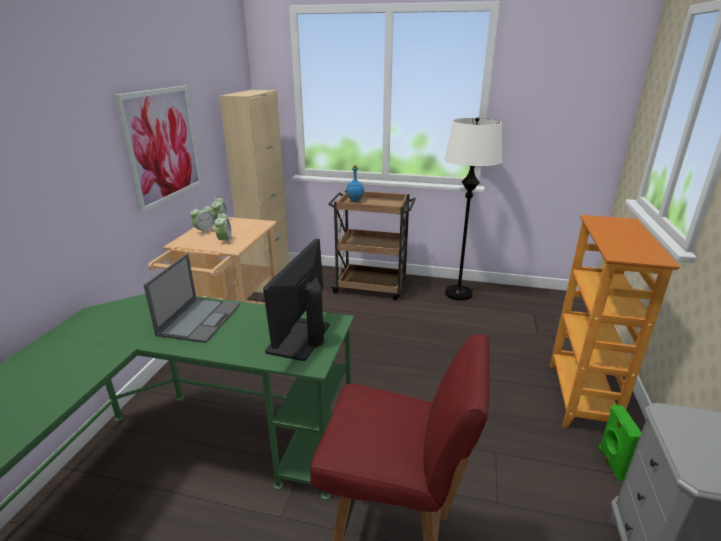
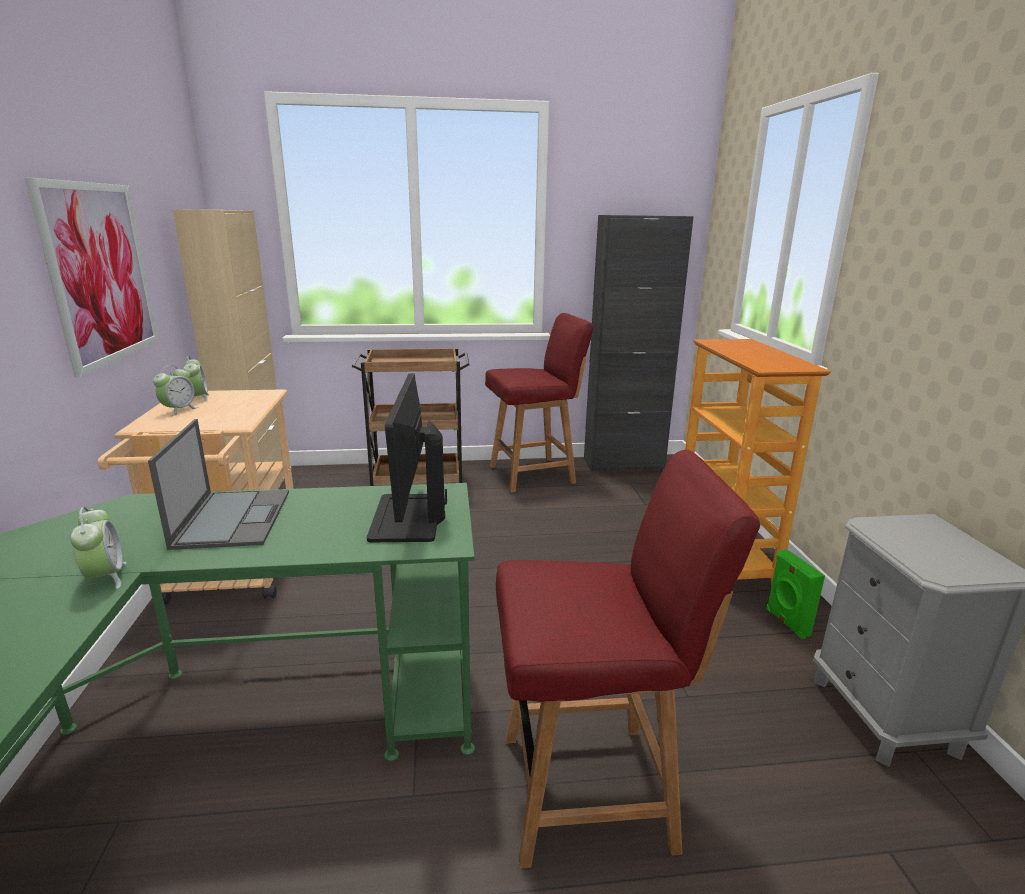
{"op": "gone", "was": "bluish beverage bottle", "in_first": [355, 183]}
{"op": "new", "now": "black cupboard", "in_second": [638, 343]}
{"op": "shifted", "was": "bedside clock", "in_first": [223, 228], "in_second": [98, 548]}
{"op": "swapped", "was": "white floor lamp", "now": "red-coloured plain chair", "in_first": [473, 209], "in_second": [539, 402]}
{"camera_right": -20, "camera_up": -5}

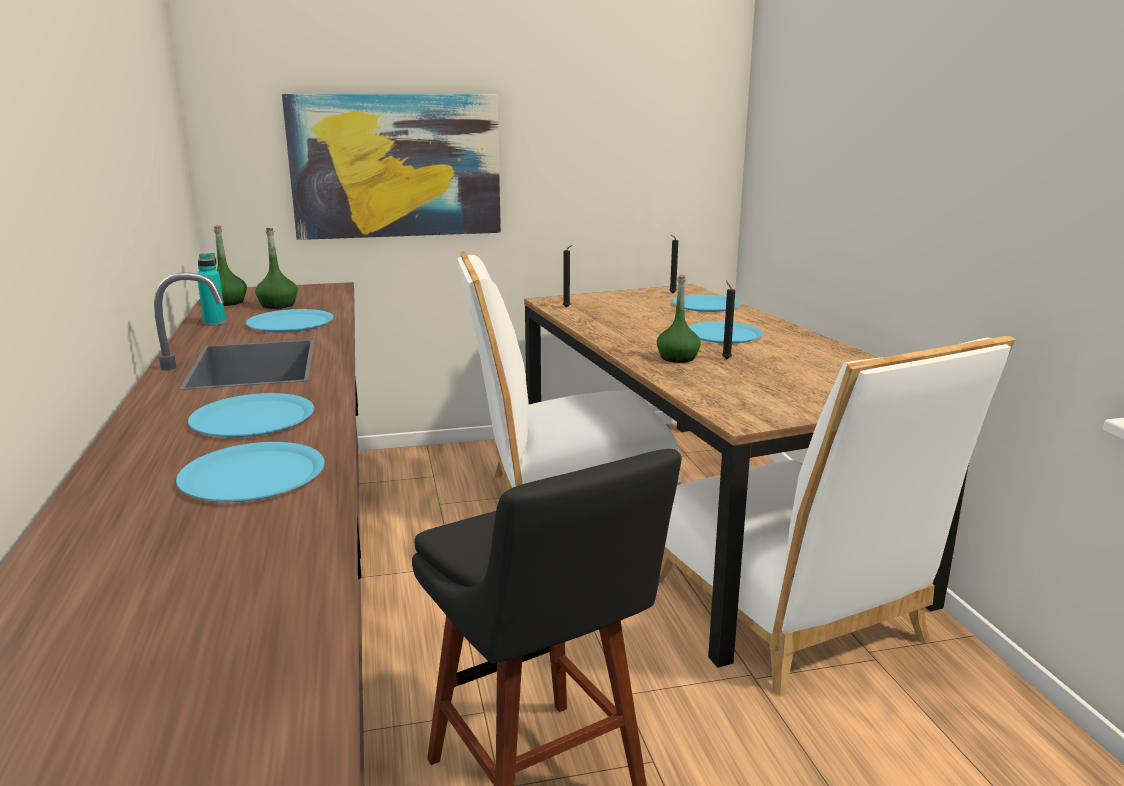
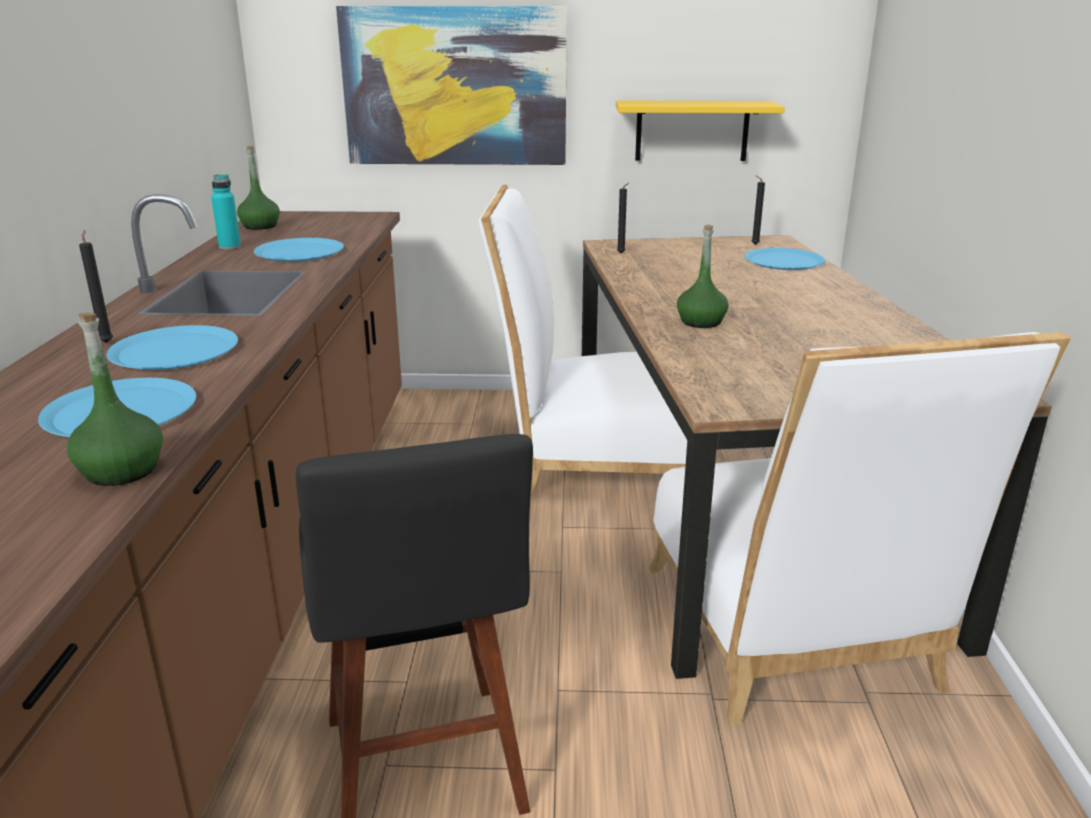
{"op": "gone", "was": "bluish plate", "in_first": [725, 332]}
{"op": "new", "now": "yellow-coloured wall shelf", "in_second": [700, 131]}
{"op": "shifted", "was": "greenish beverage bottle", "in_first": [276, 268], "in_second": [115, 399]}
{"op": "shifted", "was": "black wax candle", "in_first": [728, 320], "in_second": [96, 286]}
{"camera_right": 15, "camera_up": 5}

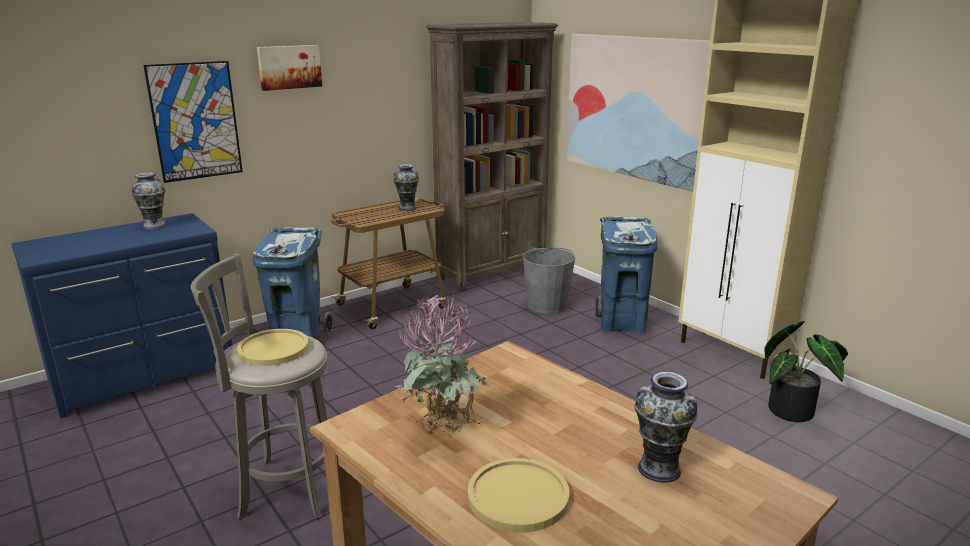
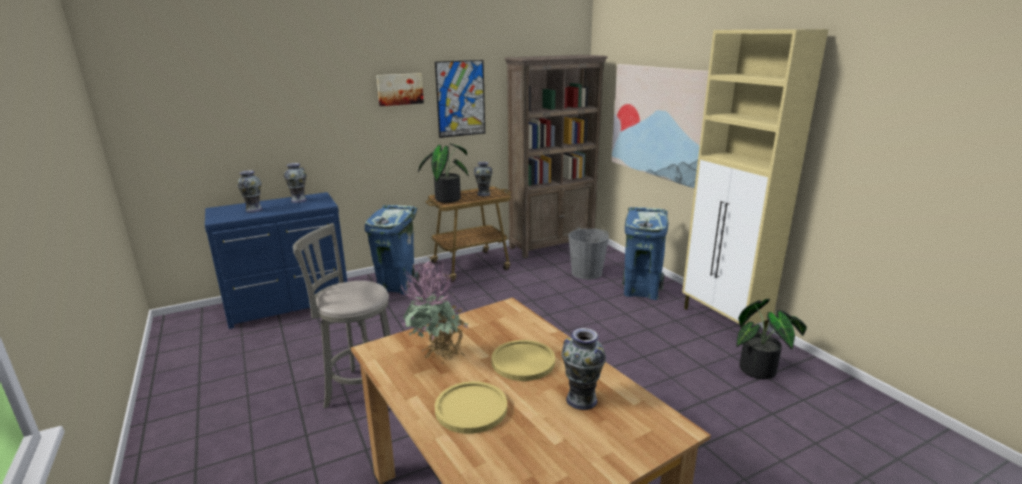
{"op": "new", "now": "vase", "in_second": [249, 191]}
{"op": "new", "now": "plant in a pot", "in_second": [443, 173]}
{"op": "shifted", "was": "wall art", "in_first": [193, 122], "in_second": [460, 99]}
{"op": "shifted", "was": "yellow-coloured plate", "in_first": [273, 347], "in_second": [523, 360]}
{"camera_right": 10, "camera_up": 0}

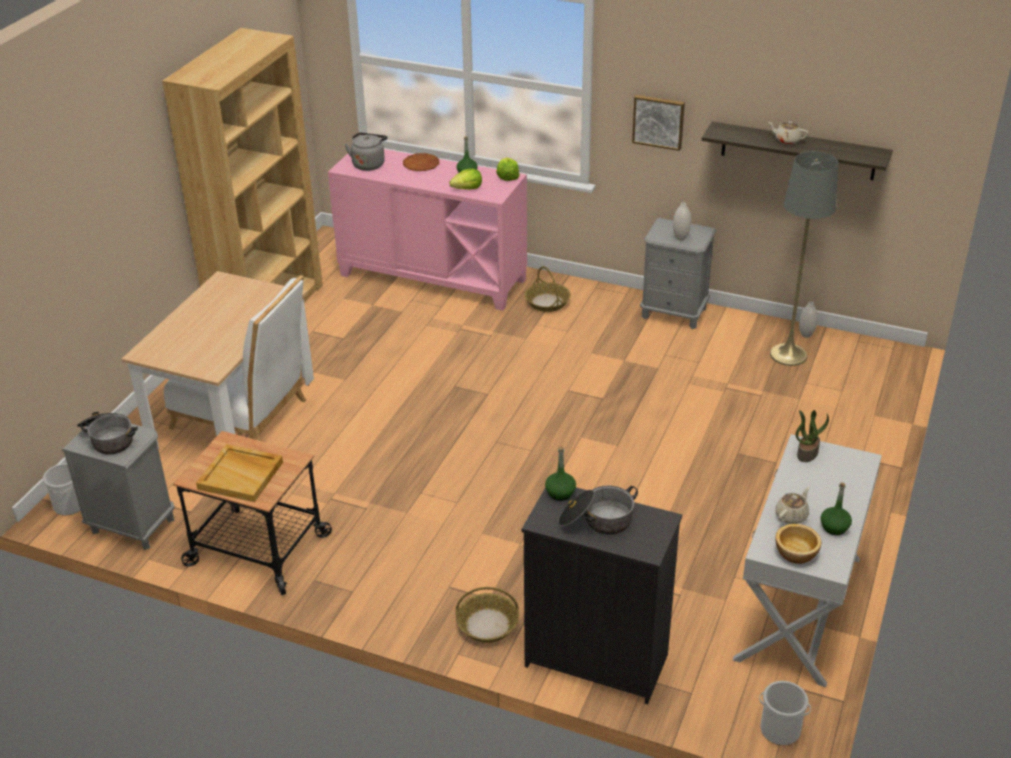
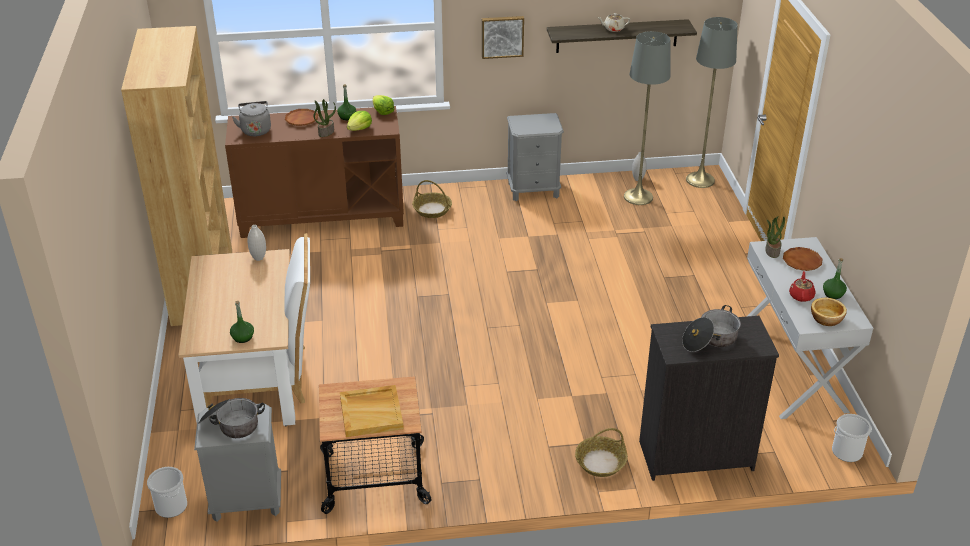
{"op": "new", "now": "plant in a pot", "in_second": [325, 118]}
{"op": "new", "now": "gray floor lamp", "in_second": [712, 102]}
{"op": "new", "now": "brownish plate", "in_second": [803, 259]}
{"op": "shifted", "was": "greenish beverage bottle", "in_first": [560, 473], "in_second": [242, 322]}
{"op": "shifted", "was": "white vase", "in_first": [682, 221], "in_second": [256, 243]}
{"op": "repainted", "was": "pink-coloured cupboard", "now": "brownish cupboard", "in_first": [427, 230], "in_second": [314, 172]}
{"op": "repainted", "was": "beige-coloured pot for tea", "now": "red-coloured pot for tea", "in_first": [792, 505], "in_second": [802, 286]}
{"camera_right": -30, "camera_up": 0}

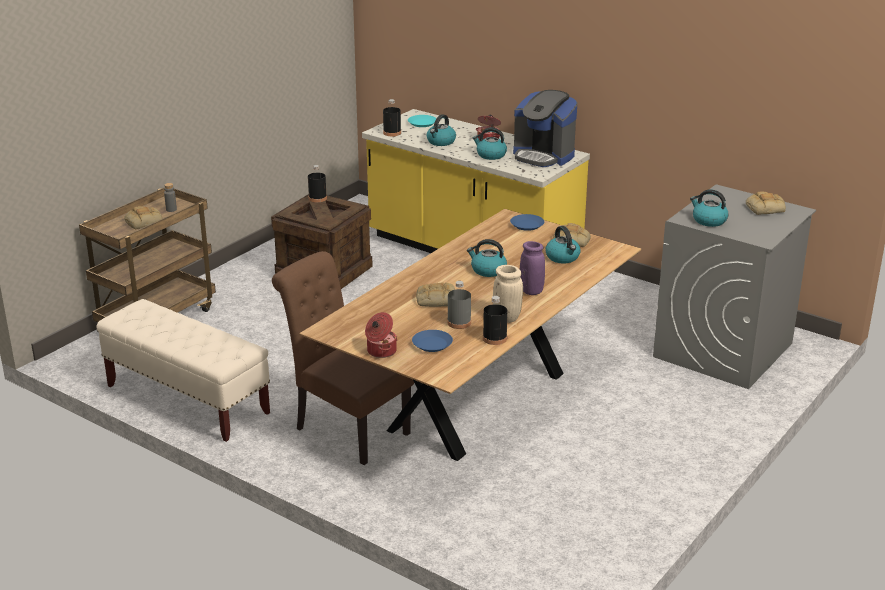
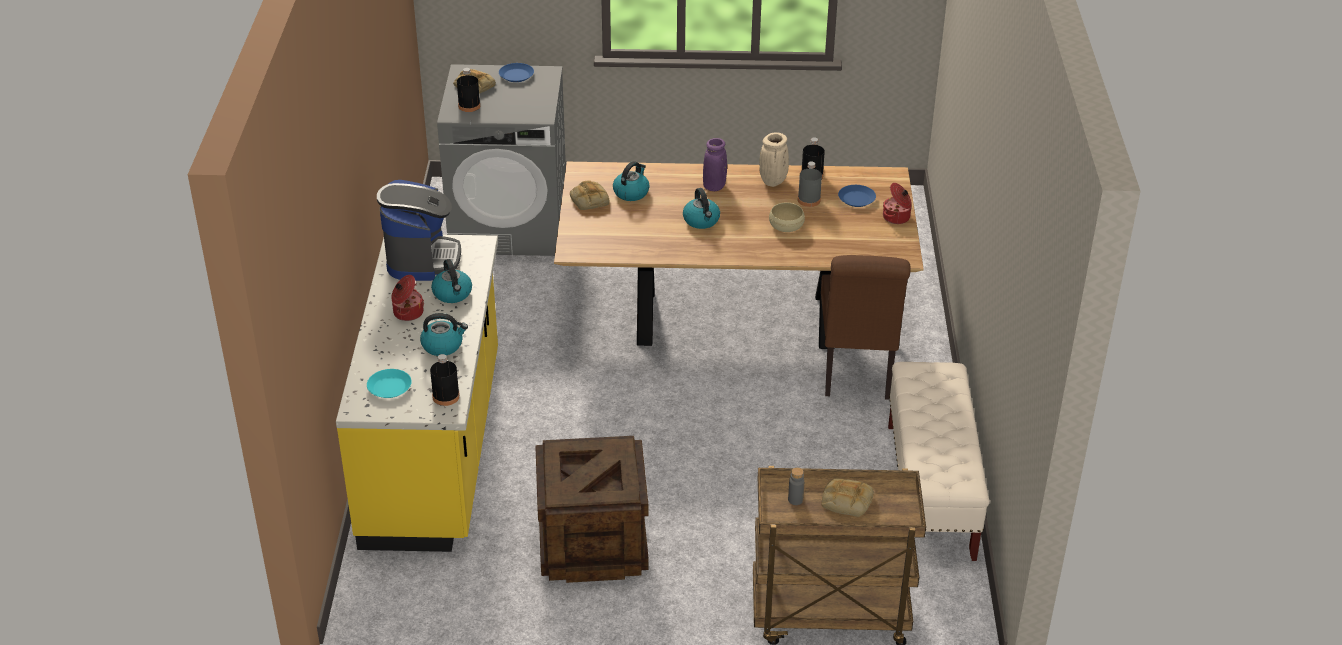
{"op": "gone", "was": "kettle", "in_first": [709, 208]}
{"op": "shifted", "was": "black beverage bottle", "in_first": [317, 183], "in_second": [468, 90]}
{"op": "shifted", "was": "bluish plate", "in_first": [527, 222], "in_second": [516, 72]}
{"op": "swapped", "was": "baked bread", "now": "beige-coloured deep dish", "in_first": [435, 294], "in_second": [787, 217]}
{"camera_right": -125, "camera_up": 10}

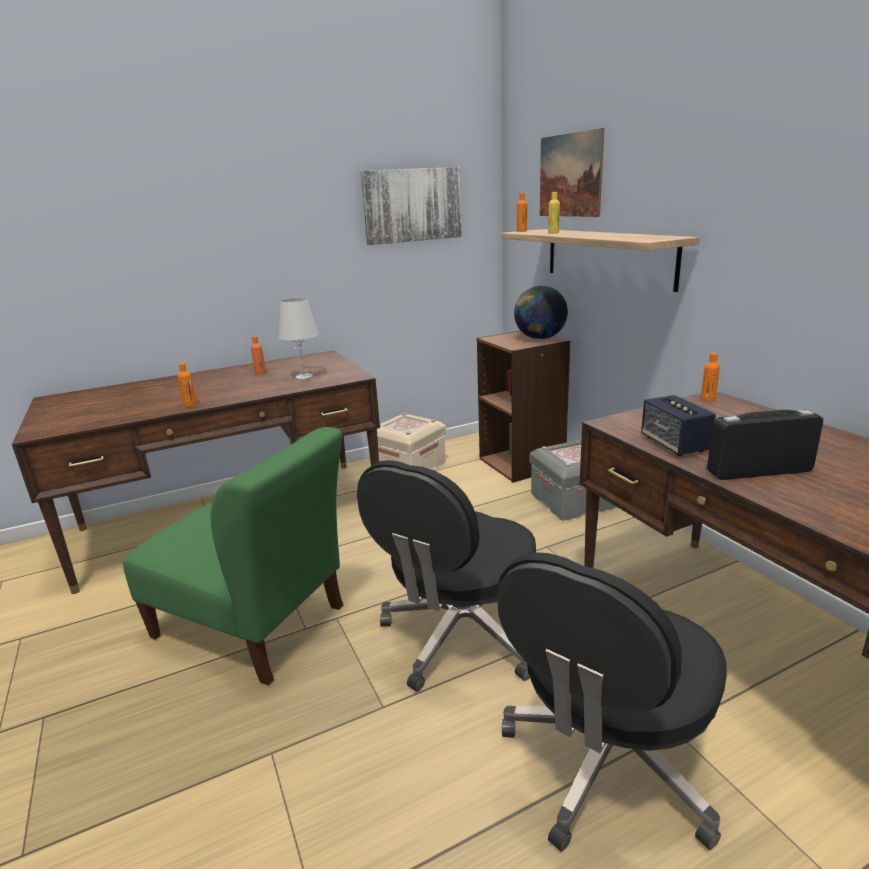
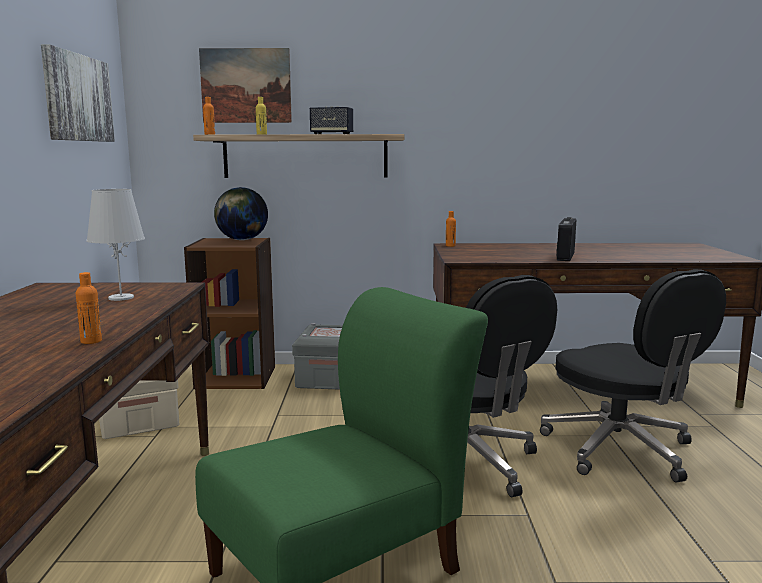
{"op": "gone", "was": "orange-coloured beverage bottle", "in_first": [258, 355]}
{"op": "shifted", "was": "loudspeaker", "in_first": [678, 425], "in_second": [331, 120]}
{"camera_right": -65, "camera_up": -10}

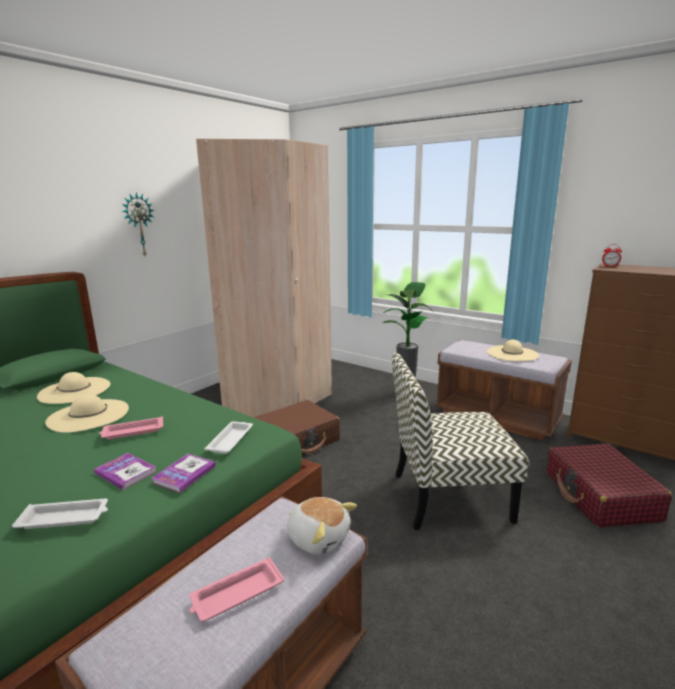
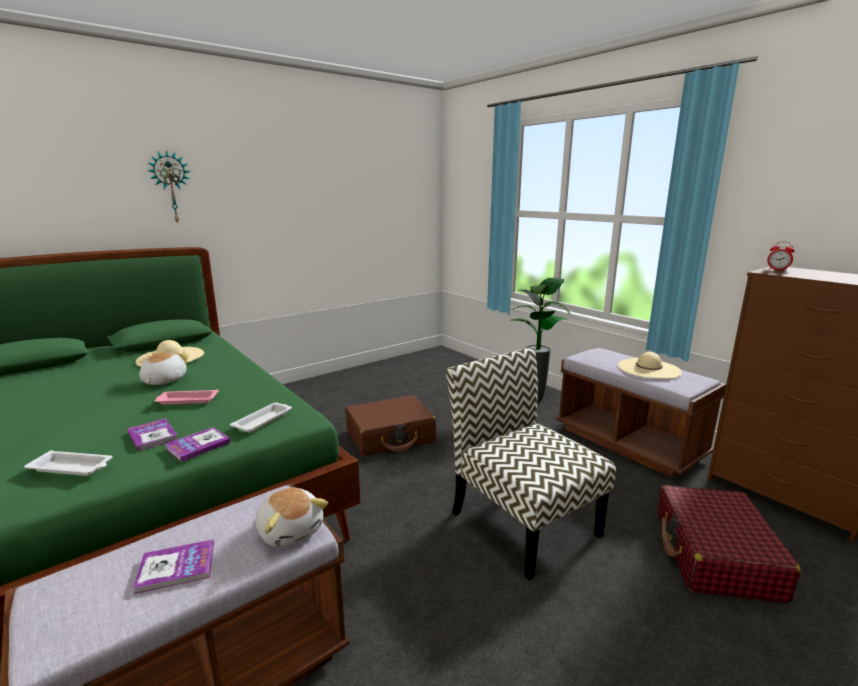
{"op": "gone", "was": "beige-coloured clothes cupboard", "in_first": [264, 278]}
{"op": "shifted", "was": "hanging clock", "in_first": [138, 224], "in_second": [169, 187]}
{"op": "swapped", "was": "beige-coloured hat", "now": "cuddly toy", "in_first": [87, 413], "in_second": [164, 368]}
{"op": "swapped", "was": "pink-coloured serving tray", "now": "bound book", "in_first": [237, 589], "in_second": [173, 567]}
{"op": "rotated", "was": "plain chair", "in_first": [460, 441], "in_second": [531, 464], "clockwise": 45}
{"camera_right": 15, "camera_up": 0}

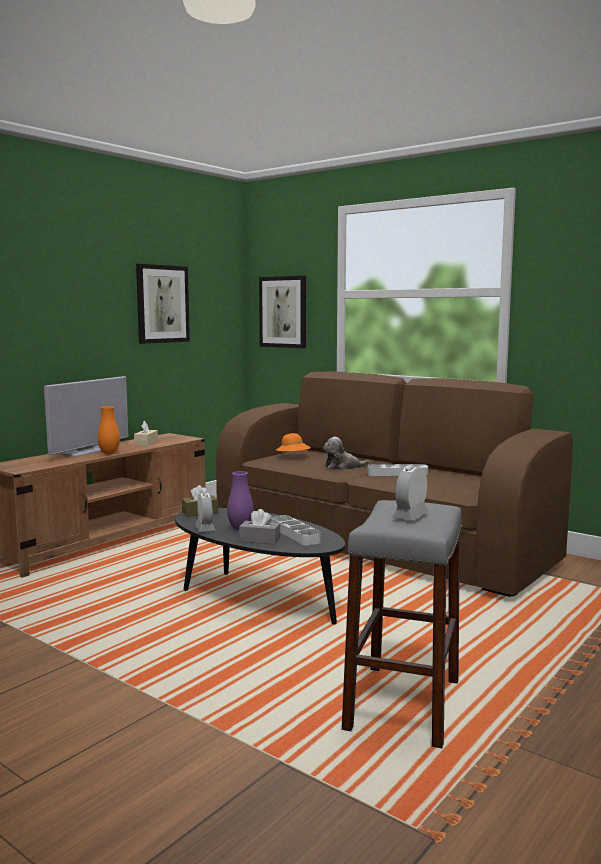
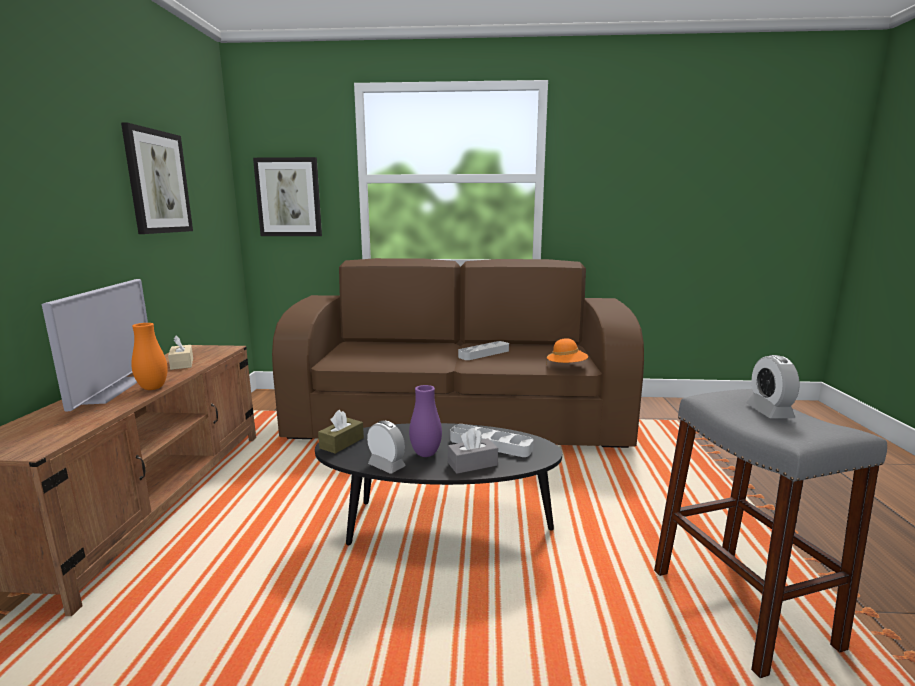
{"op": "gone", "was": "cuddly toy", "in_first": [346, 453]}
{"op": "shifted", "was": "orange-coloured hat", "in_first": [293, 444], "in_second": [567, 351]}
{"camera_right": -35, "camera_up": 5}

